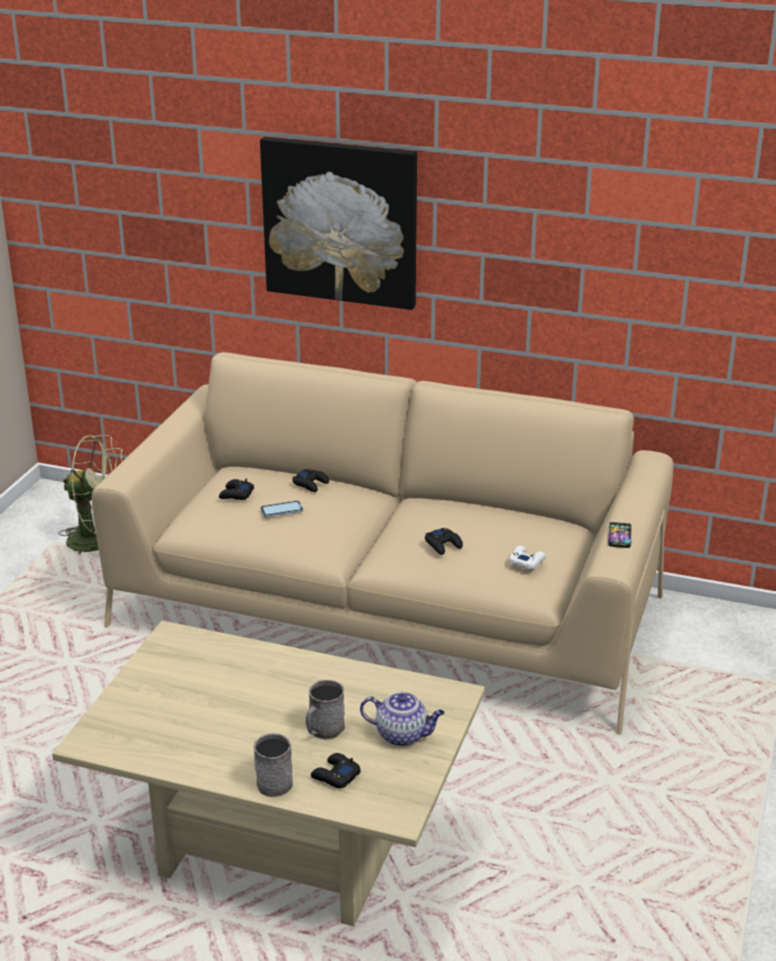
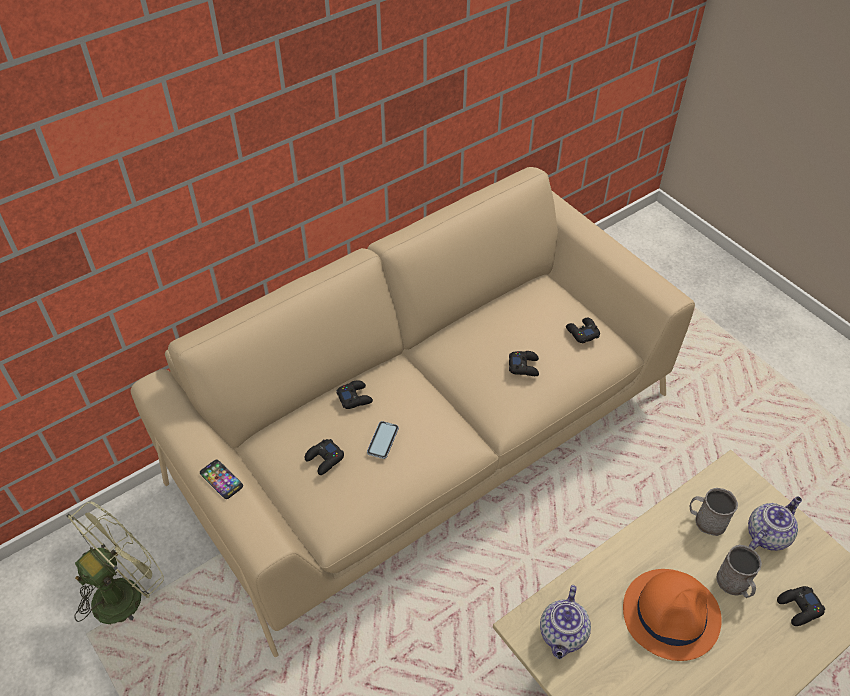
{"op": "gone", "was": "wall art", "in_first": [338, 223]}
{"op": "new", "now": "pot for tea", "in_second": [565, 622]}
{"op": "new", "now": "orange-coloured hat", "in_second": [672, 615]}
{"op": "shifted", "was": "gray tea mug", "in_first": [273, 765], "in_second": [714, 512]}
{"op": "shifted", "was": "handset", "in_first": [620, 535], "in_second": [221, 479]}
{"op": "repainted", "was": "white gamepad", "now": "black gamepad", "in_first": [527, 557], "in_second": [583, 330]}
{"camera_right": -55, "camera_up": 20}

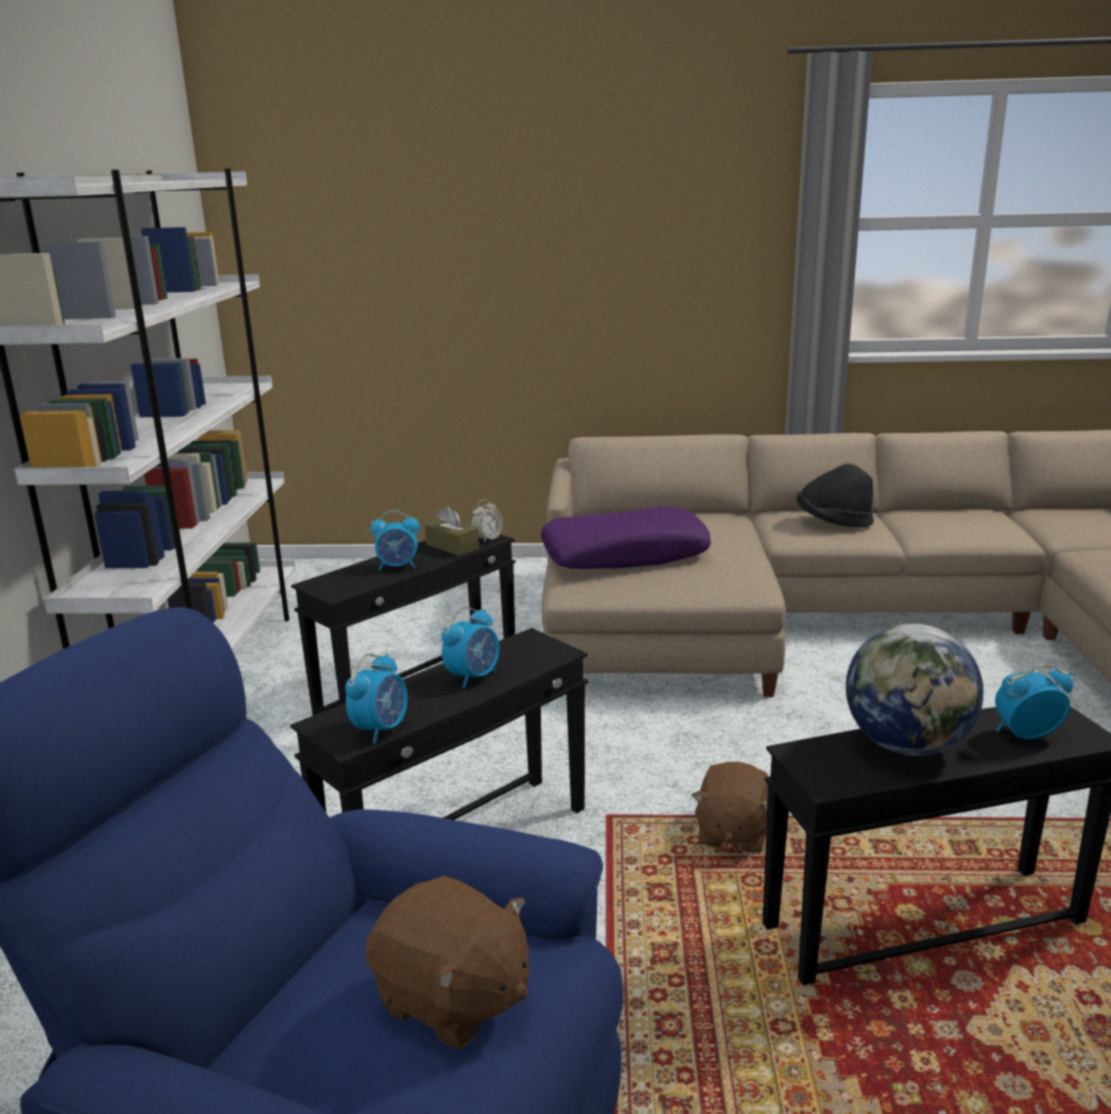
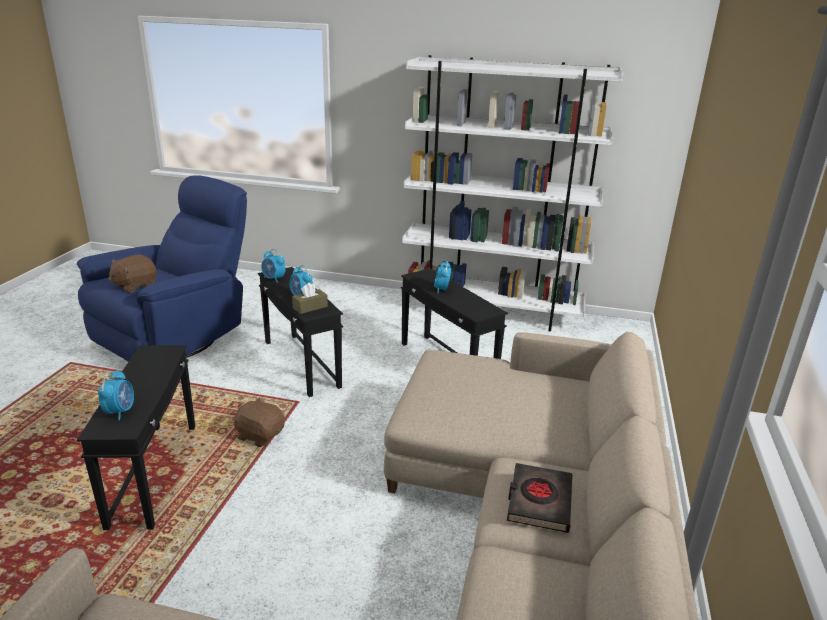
{"op": "gone", "was": "bedside clock", "in_first": [487, 521]}
{"op": "gone", "was": "purple pillow", "in_first": [626, 537]}
{"op": "gone", "was": "desk globe", "in_first": [915, 689]}
{"op": "shifted", "was": "brownish box of tissues", "in_first": [452, 531], "in_second": [310, 298]}
{"op": "swapped", "was": "black hat", "now": "black bound book", "in_first": [835, 495], "in_second": [540, 498]}
{"camera_right": 100, "camera_up": 5}

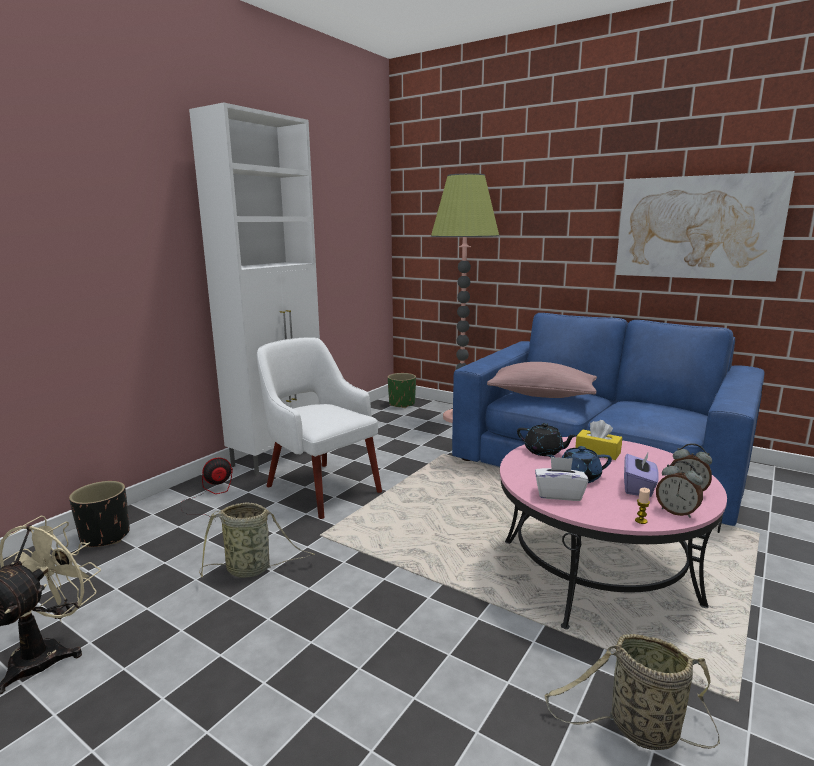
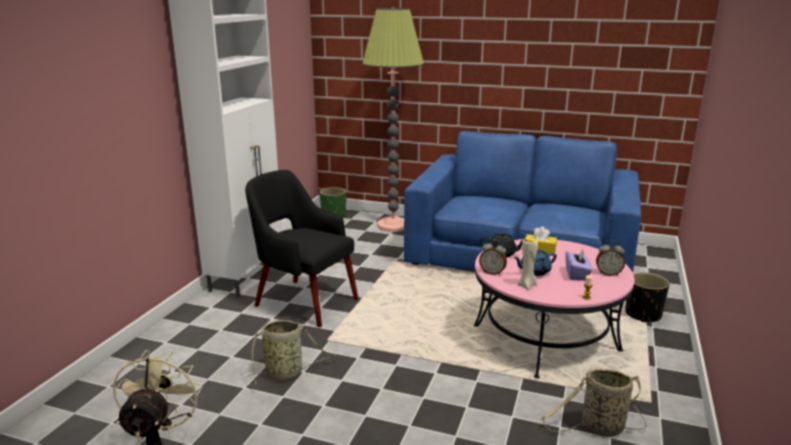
{"op": "gone", "was": "fan", "in_first": [206, 490]}
{"op": "gone", "was": "pink-coloured pillow", "in_first": [542, 380]}
{"op": "gone", "was": "wall art", "in_first": [705, 226]}
{"op": "shifted", "was": "black flower pot", "in_first": [99, 514], "in_second": [647, 297]}
{"op": "shifted", "was": "bedside clock", "in_first": [679, 489], "in_second": [493, 257]}
{"op": "swapped", "was": "white box of tissues", "now": "beige-coloured wax candle", "in_first": [562, 479], "in_second": [528, 264]}
{"op": "repainted", "was": "white easy chair", "now": "black easy chair", "in_first": [319, 428], "in_second": [302, 248]}
{"camera_right": -15, "camera_up": 5}

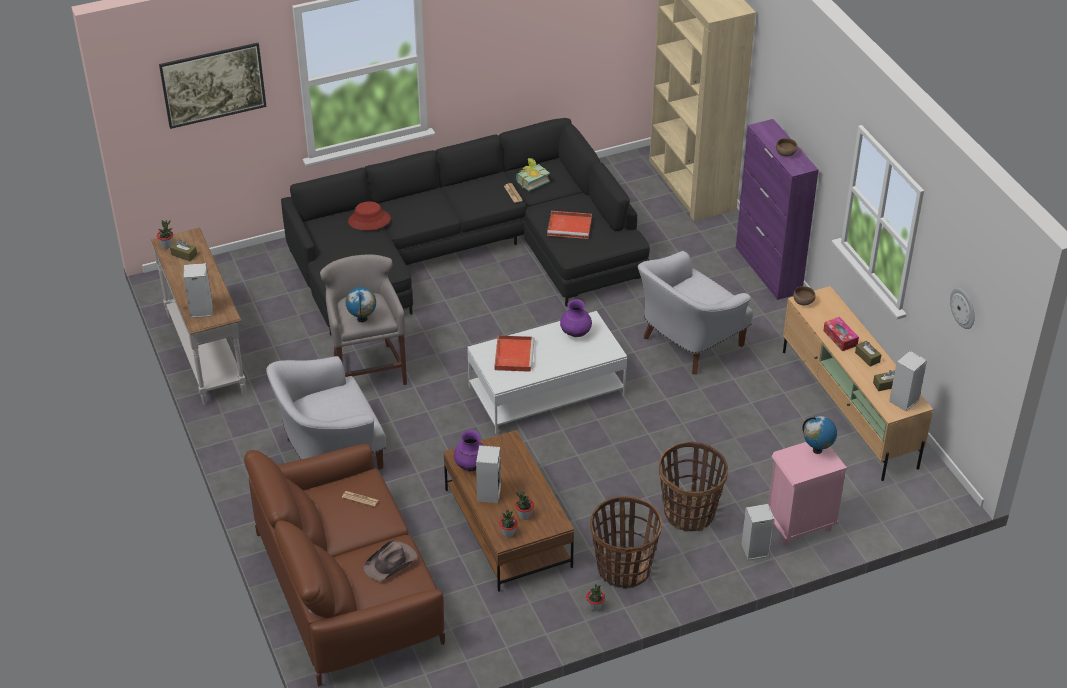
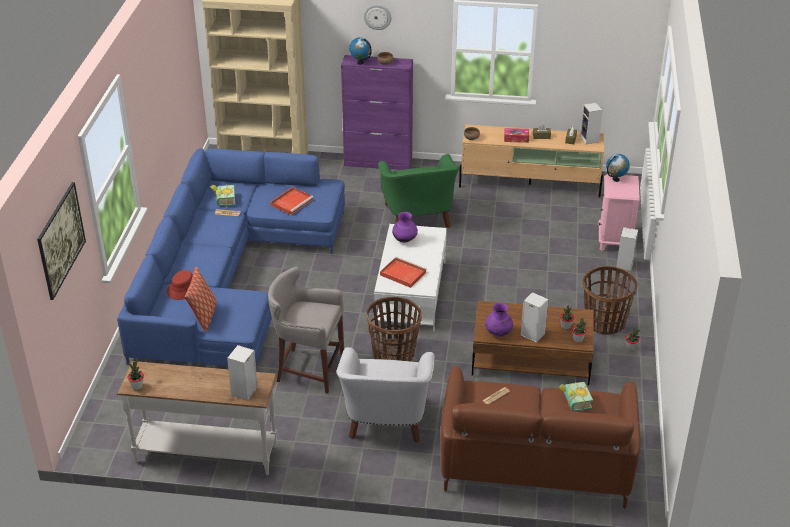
{"op": "gone", "was": "brownish box of tissues", "in_first": [183, 250]}
{"op": "new", "now": "pillow", "in_second": [201, 299]}
{"op": "shifted", "was": "desk globe", "in_first": [361, 304], "in_second": [360, 51]}
{"op": "shifted", "was": "household basket", "in_first": [693, 487], "in_second": [394, 329]}
{"op": "shifted", "was": "hanging clock", "in_first": [962, 308], "in_second": [377, 17]}
{"op": "swapped", "was": "brownish hat", "now": "bound book", "in_first": [391, 561], "in_second": [575, 397]}
{"op": "repainted", "was": "black sofa", "now": "bluish sofa", "in_first": [465, 226], "in_second": [231, 257]}
{"op": "repainted", "was": "white easy chair", "now": "greenish easy chair", "in_first": [695, 312], "in_second": [419, 191]}
{"camera_right": -60, "camera_up": -5}

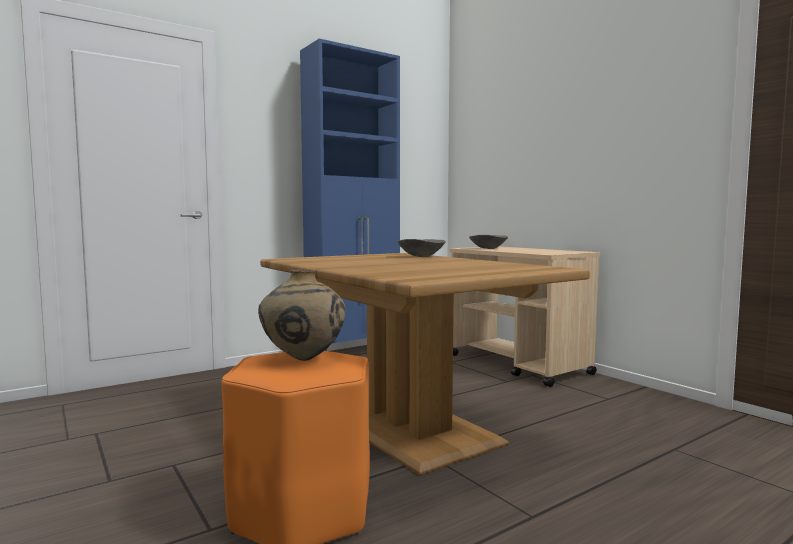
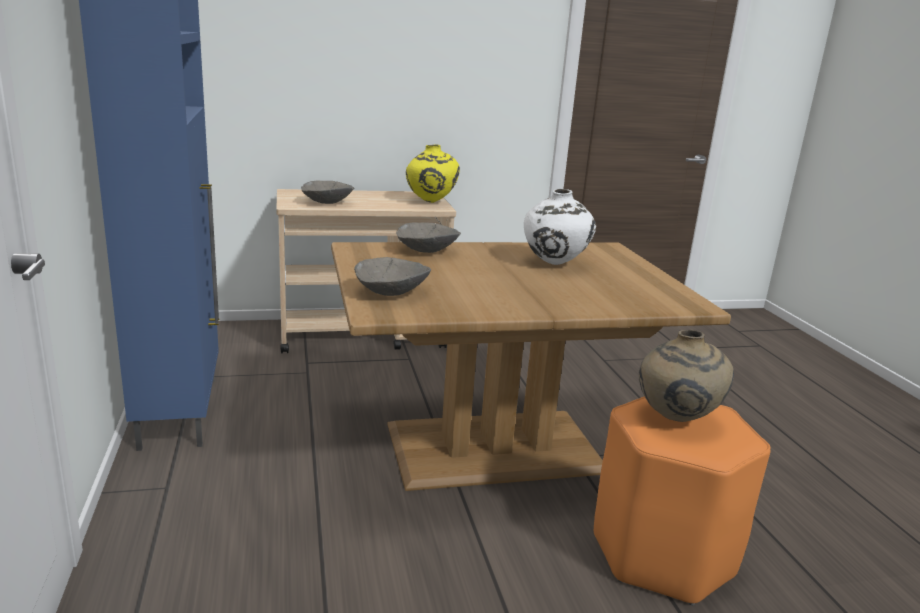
{"op": "new", "now": "gray deep dish", "in_second": [392, 276]}
{"op": "new", "now": "yellow-coloured vase", "in_second": [433, 173]}
{"op": "new", "now": "white vase", "in_second": [560, 227]}
{"camera_right": -70, "camera_up": 15}

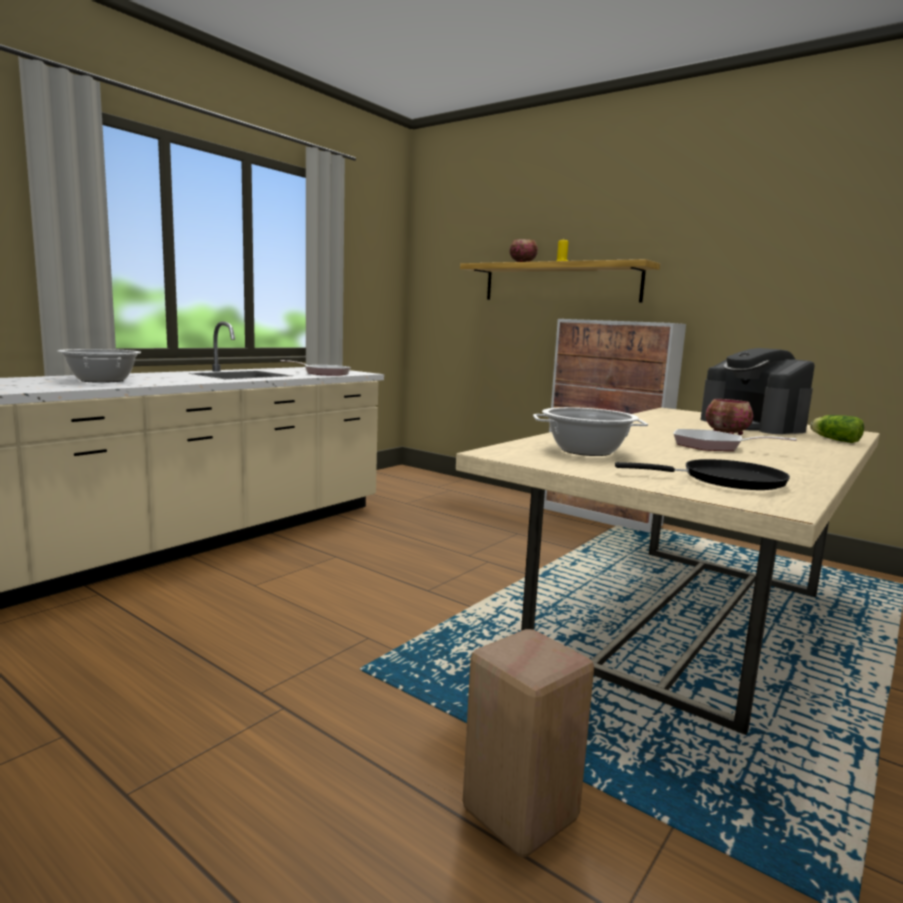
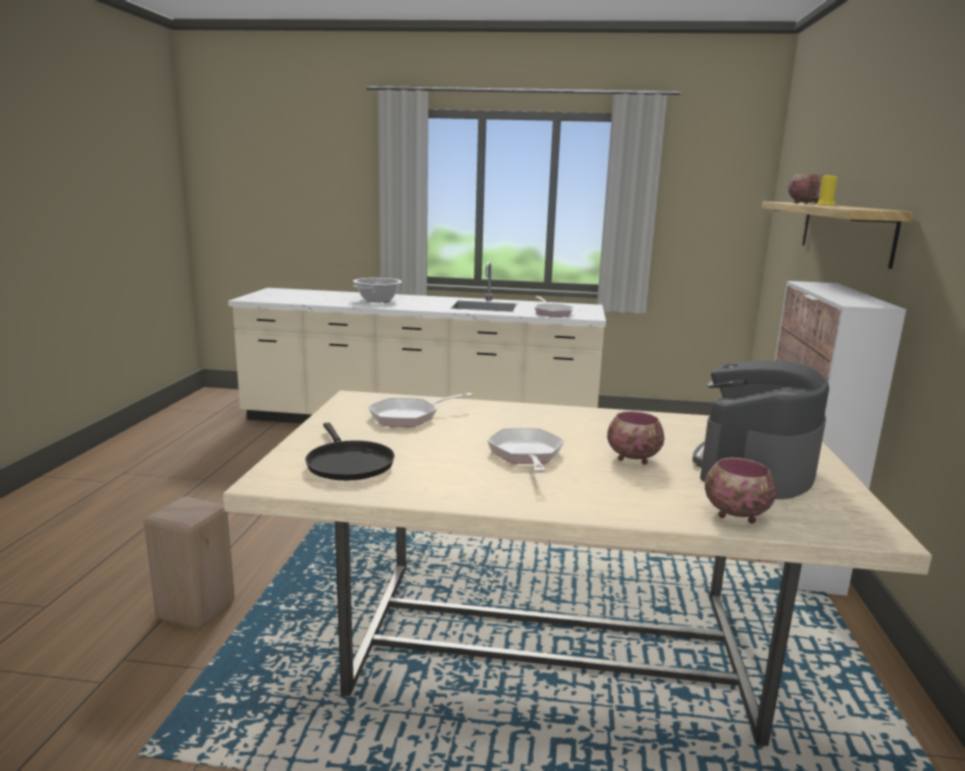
{"op": "swapped", "was": "cooking pot", "now": "pan", "in_first": [590, 431], "in_second": [420, 410]}
{"op": "swapped", "was": "lettuce", "now": "deep dish", "in_first": [837, 429], "in_second": [740, 491]}
{"camera_right": 60, "camera_up": 5}

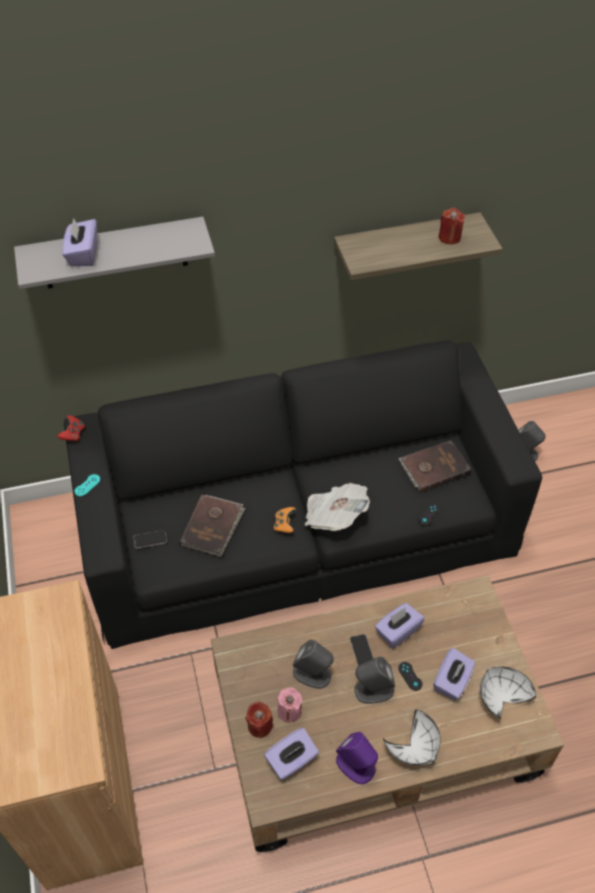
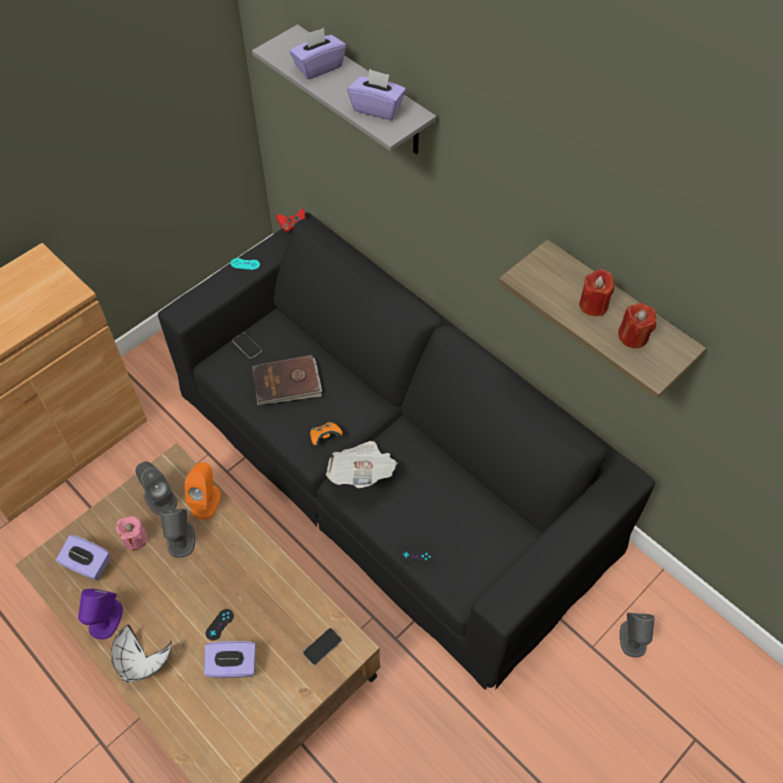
{"op": "gone", "was": "brownish bound book", "in_first": [435, 466]}
{"op": "gone", "was": "white deep dish", "in_first": [508, 693]}
{"op": "new", "now": "orange-coloured loudspeaker", "in_second": [202, 491]}
{"op": "shifted", "was": "red-coloured wax candle", "in_first": [259, 719], "in_second": [597, 292]}
{"op": "shifted", "was": "handset", "in_first": [361, 650], "in_second": [322, 646]}
{"op": "shifted", "was": "gray loudspeaker", "in_first": [375, 680], "in_second": [156, 488]}
{"op": "shifted", "was": "purple box of tissues", "in_first": [399, 625], "in_second": [376, 94]}
{"camera_right": 60, "camera_up": 5}

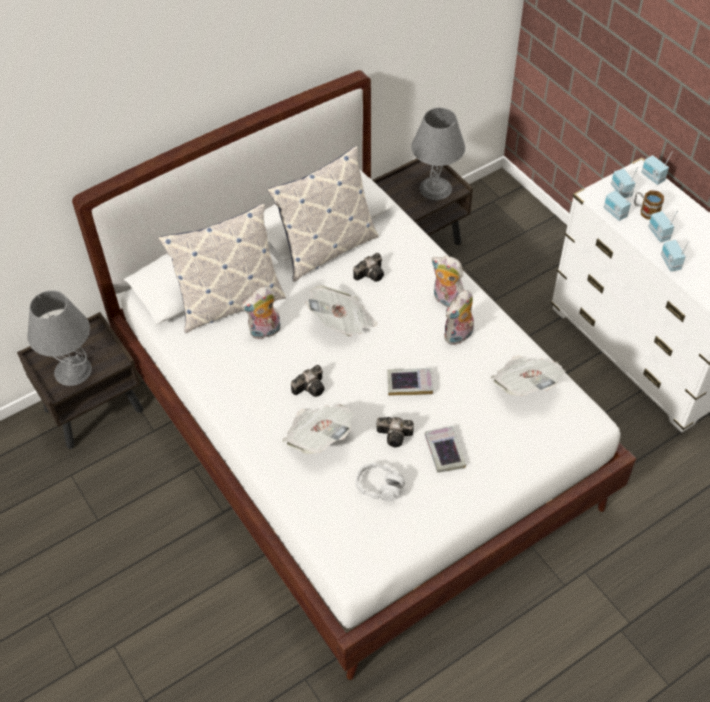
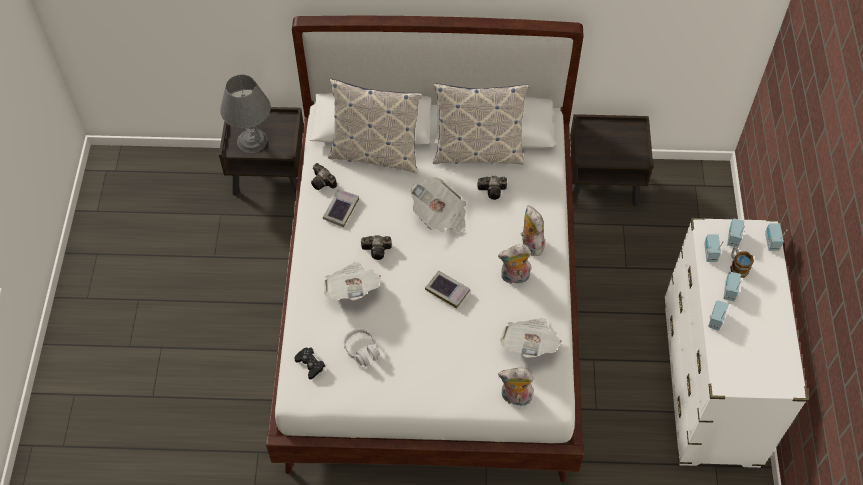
{"op": "gone", "was": "gray table lamp", "in_first": [438, 154]}
{"op": "new", "now": "black gamepad", "in_second": [309, 363]}
{"op": "shifted", "was": "cuddly toy", "in_first": [261, 312], "in_second": [516, 387]}
{"op": "shifted", "was": "still camera", "in_first": [395, 432], "in_second": [324, 176]}
{"op": "shifted", "was": "bound book", "in_first": [445, 449], "in_second": [341, 208]}
{"camera_right": 35, "camera_up": 5}

